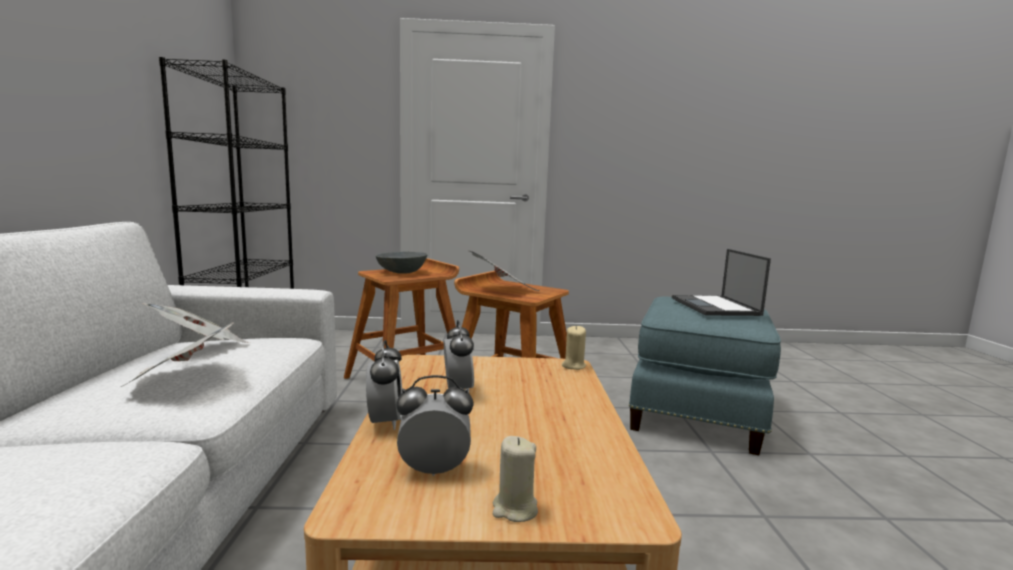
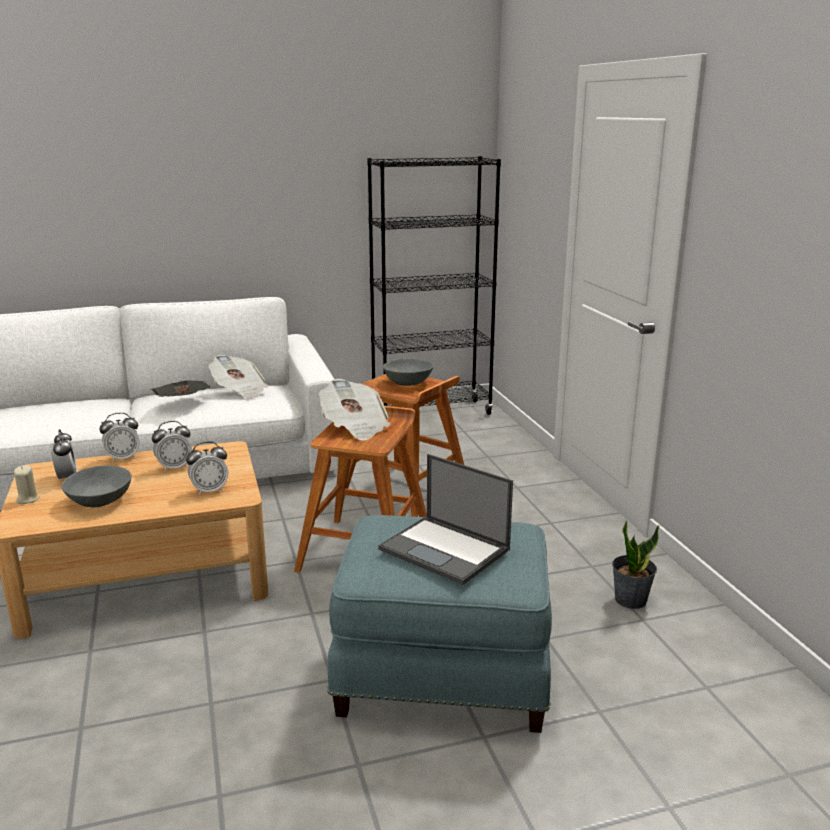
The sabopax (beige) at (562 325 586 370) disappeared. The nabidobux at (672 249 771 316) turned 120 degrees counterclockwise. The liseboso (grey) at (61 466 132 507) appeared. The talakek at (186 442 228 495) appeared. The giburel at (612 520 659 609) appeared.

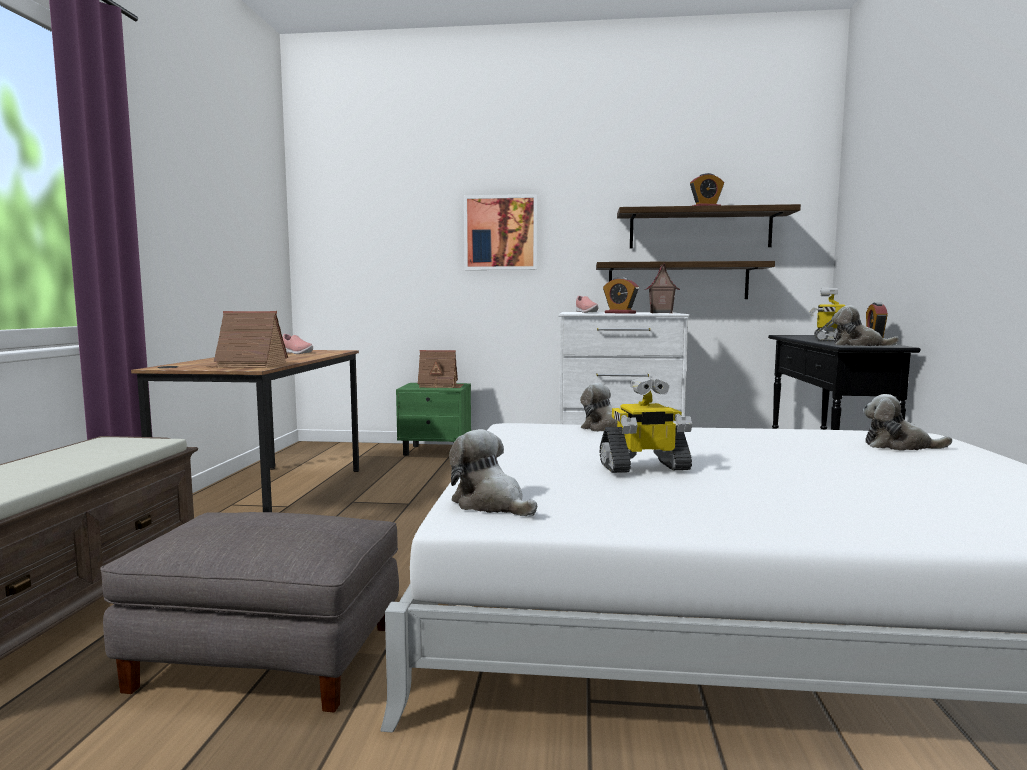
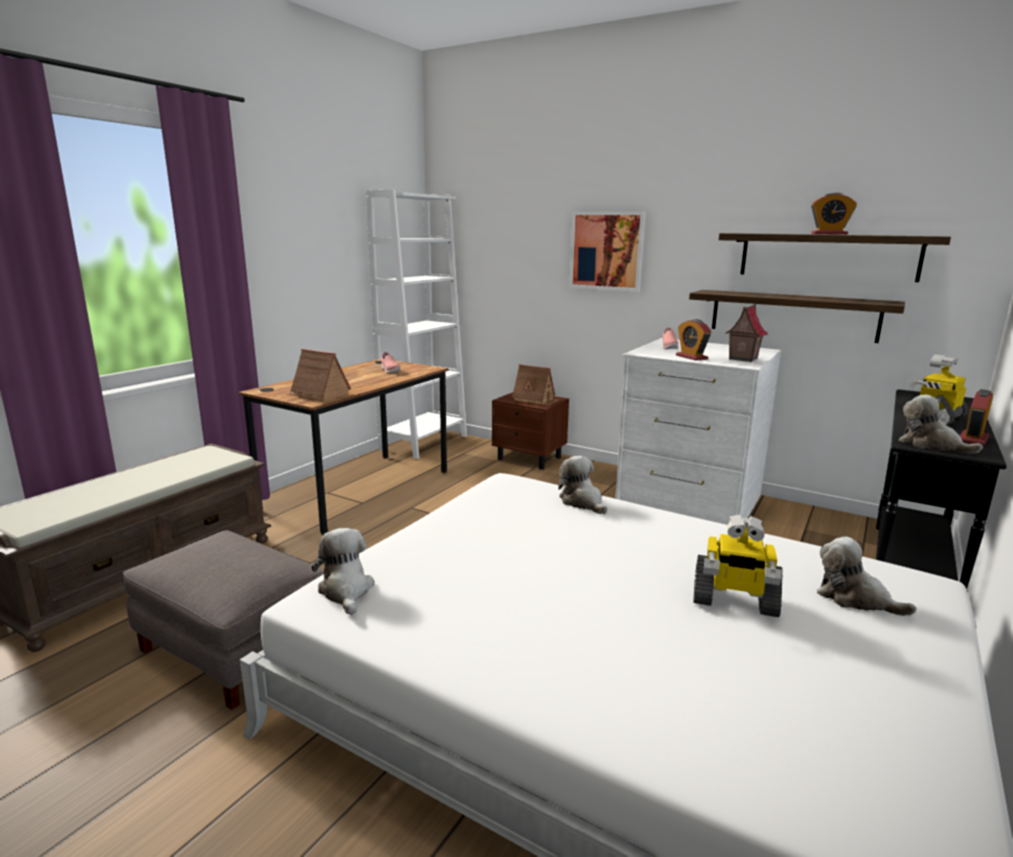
The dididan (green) at (396 383 471 456) became the dididan (brown) at (492 392 569 469). The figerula moved from (600 377 692 473) to (693 514 783 617). The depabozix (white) at (366 190 467 459) appeared.

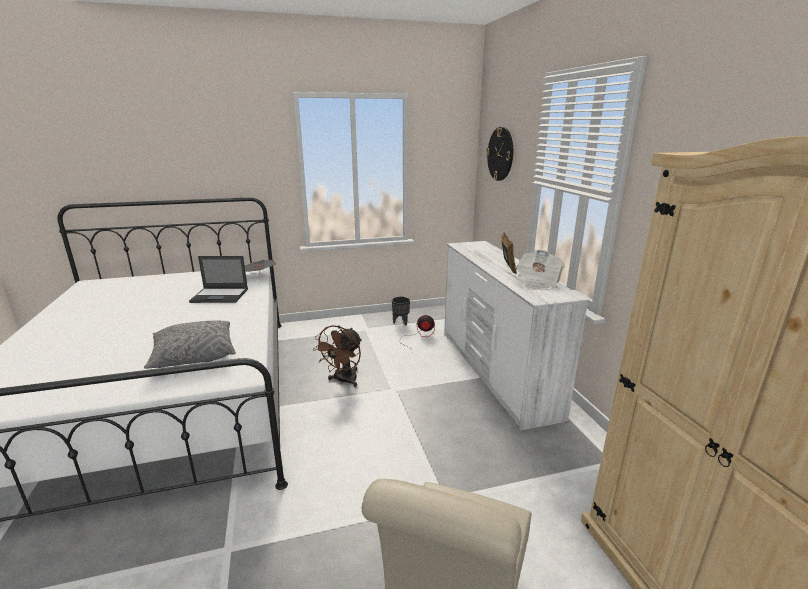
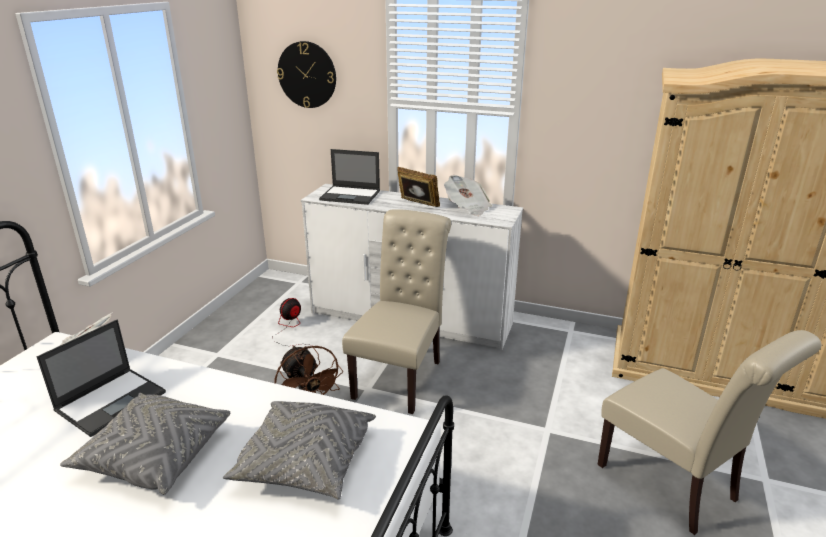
The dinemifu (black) at (392 297 410 325) disappeared. The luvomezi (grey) at (60 393 230 495) appeared. The nabidobux at (319 149 380 205) appeared. The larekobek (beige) at (342 209 451 414) appeared.

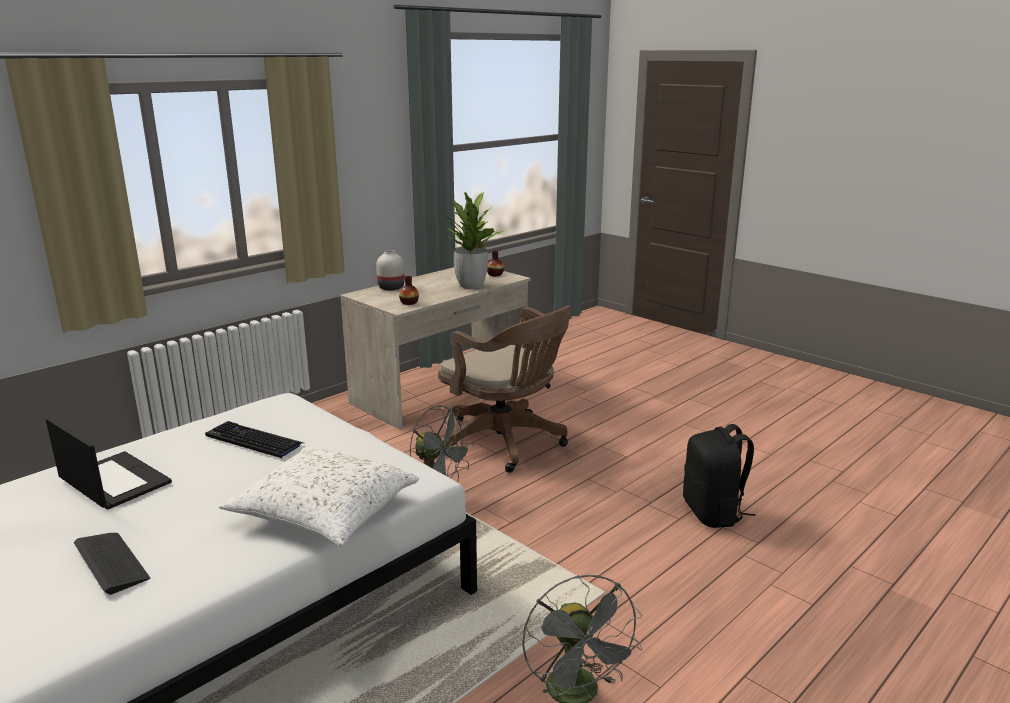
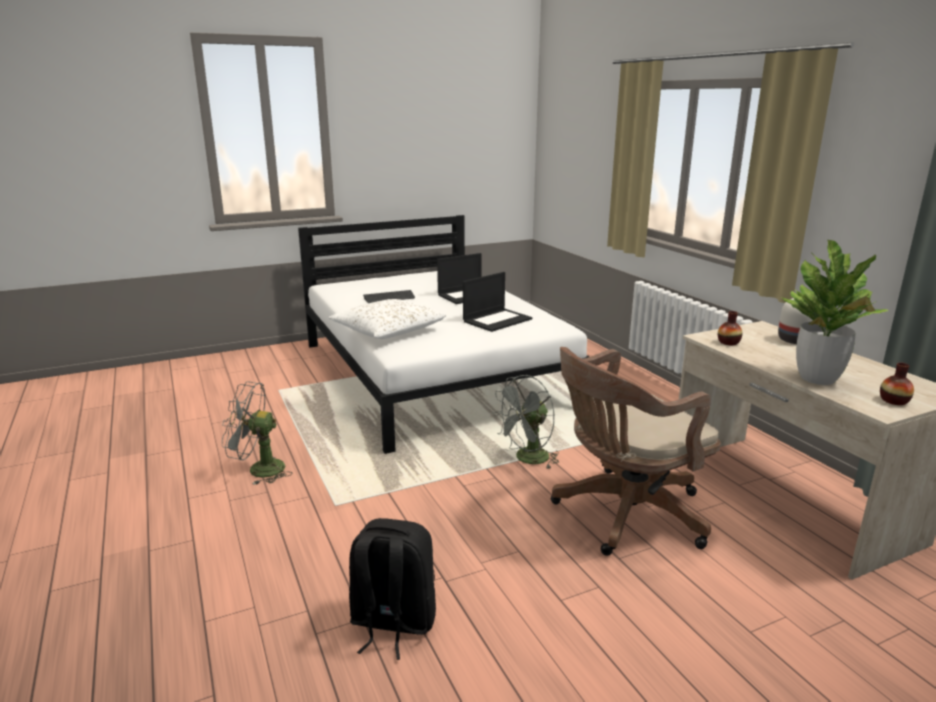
The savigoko at (205 421 304 458) was replaced by the nabidobux at (463 272 532 332).

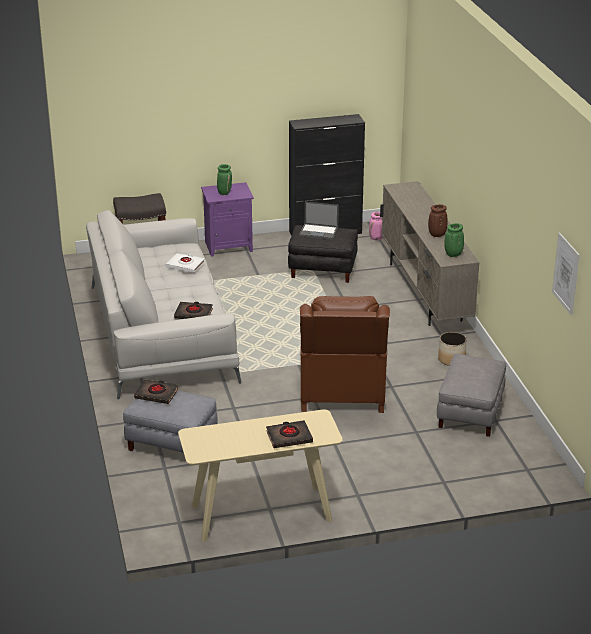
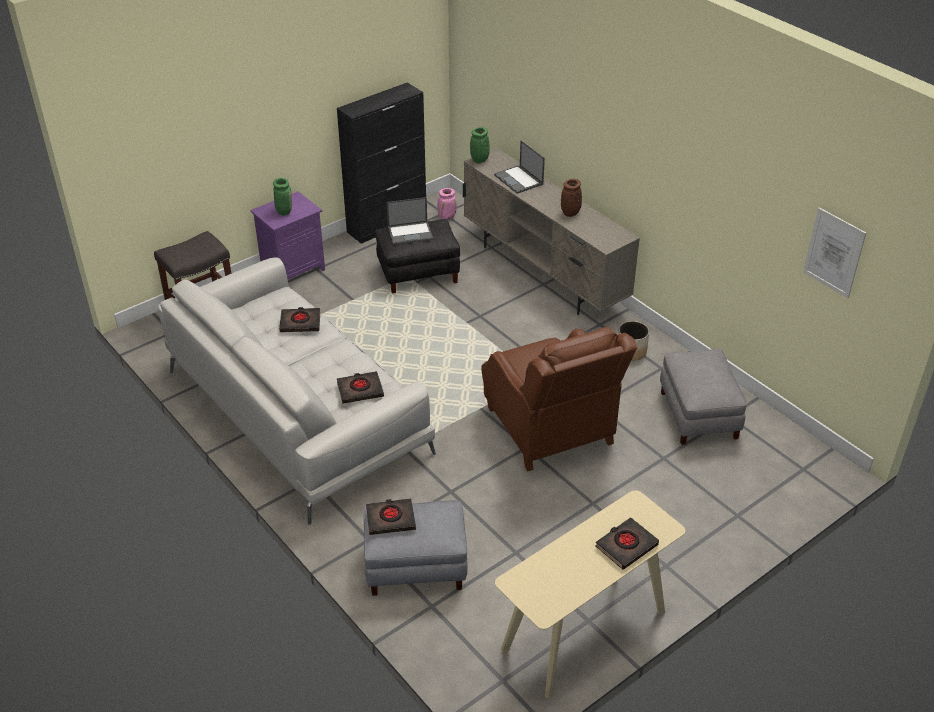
The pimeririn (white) at (166 253 205 273) became the pimeririn (black) at (279 307 320 332). The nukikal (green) moved from (444 223 464 257) to (470 127 490 163). The nabidobux at (494 141 545 194) appeared.

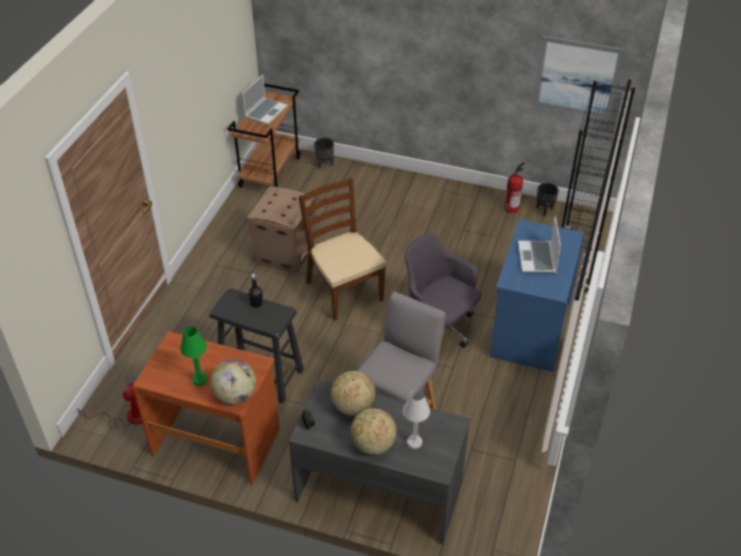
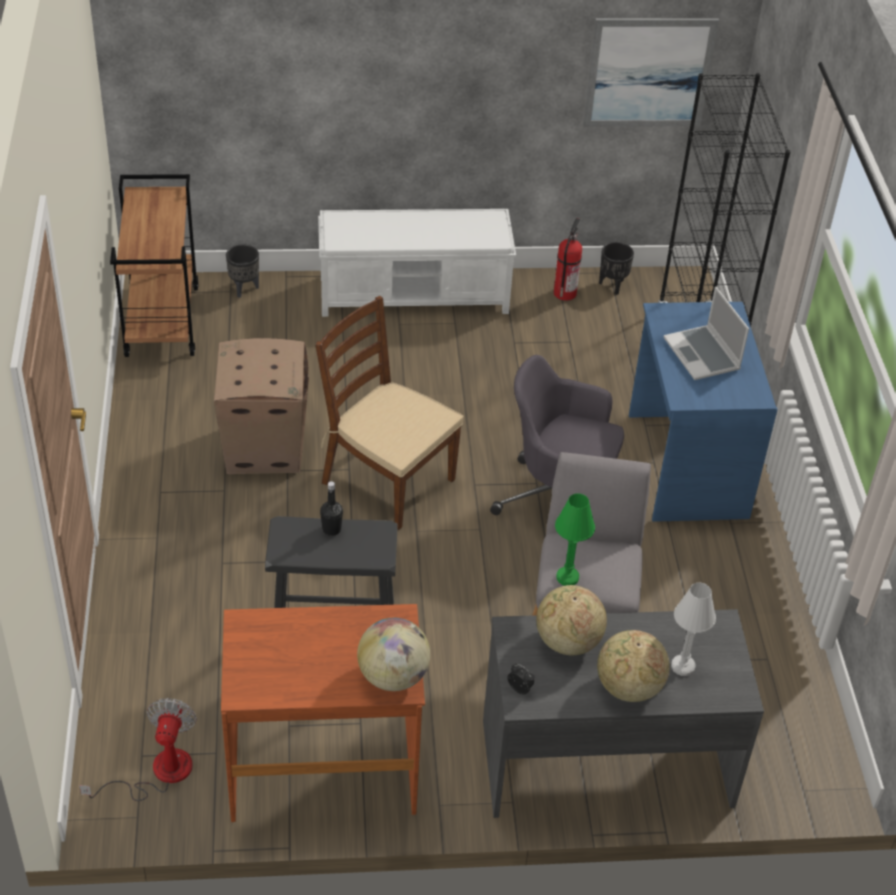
The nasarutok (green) moved from (180 326 207 386) to (555 493 595 586). The nabidobux at (242 75 288 124) disappeared. The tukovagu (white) at (318 209 516 317) appeared.

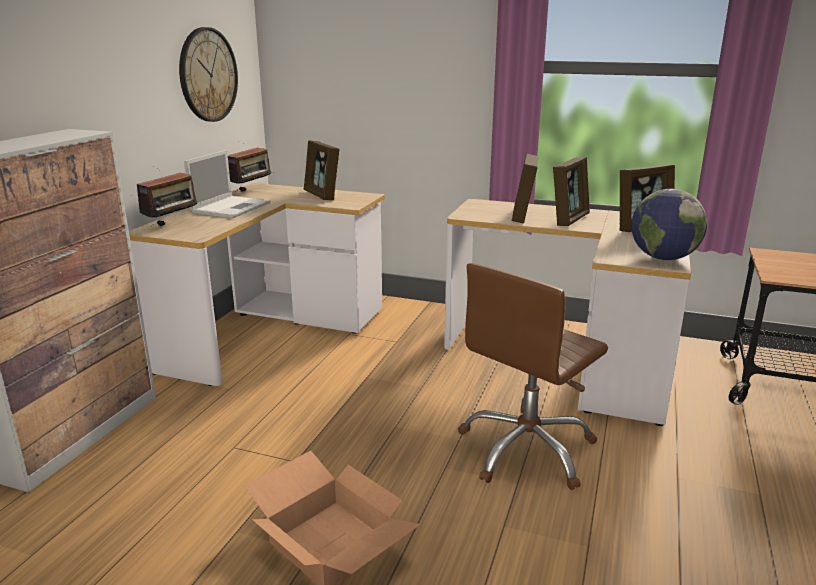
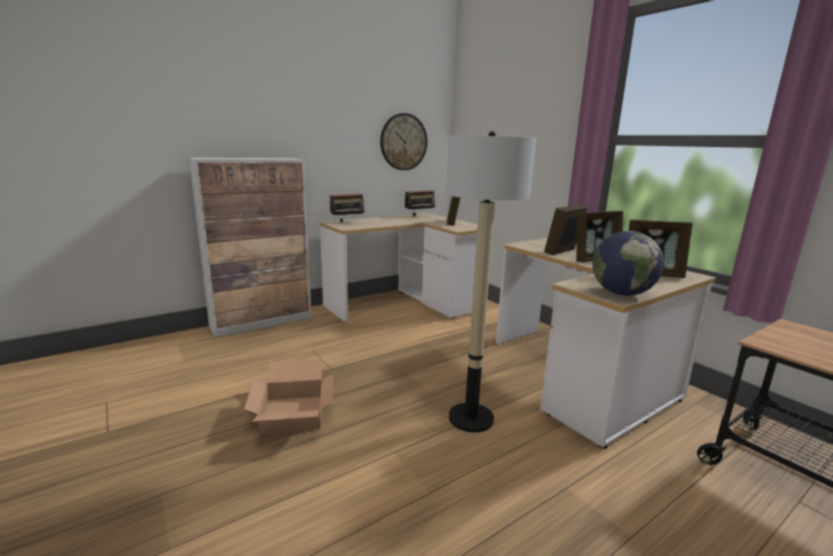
The nabidobux at (184 150 270 218) disappeared. The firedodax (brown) at (458 263 608 490) was replaced by the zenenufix at (446 131 536 433).

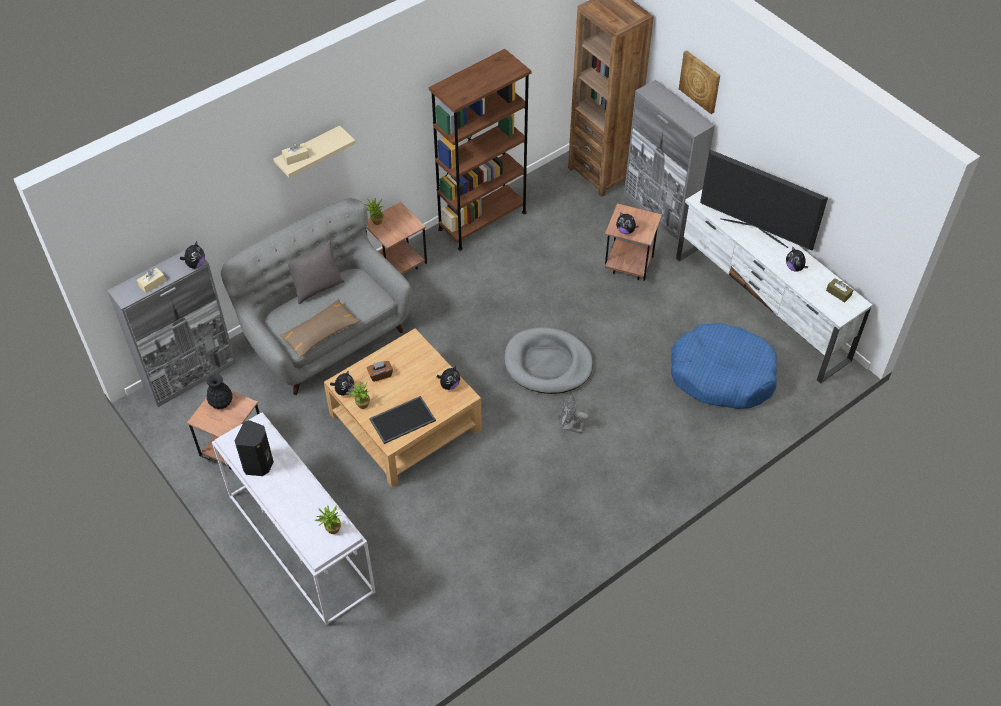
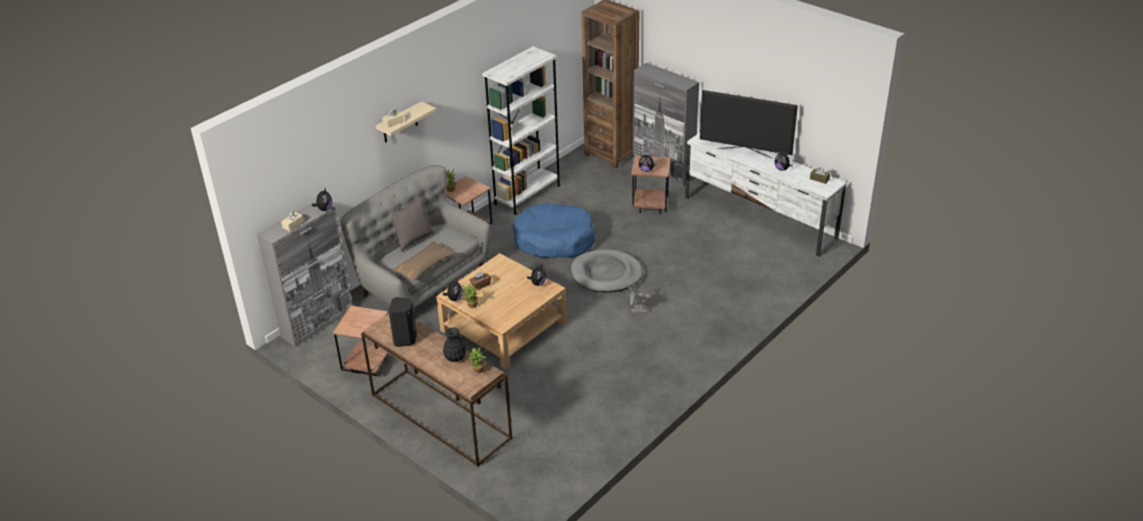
The nukikal (black) moved from (206 374 232 409) to (443 327 466 362). The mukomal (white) at (212 412 376 626) became the mukomal (brown) at (361 314 512 467). The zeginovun at (369 396 436 444) disappeared. The depabozix (brown) at (429 49 531 251) became the depabozix (white) at (482 46 561 215). The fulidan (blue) moved from (671 323 777 409) to (513 203 595 258). The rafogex at (679 50 720 114) disappeared.

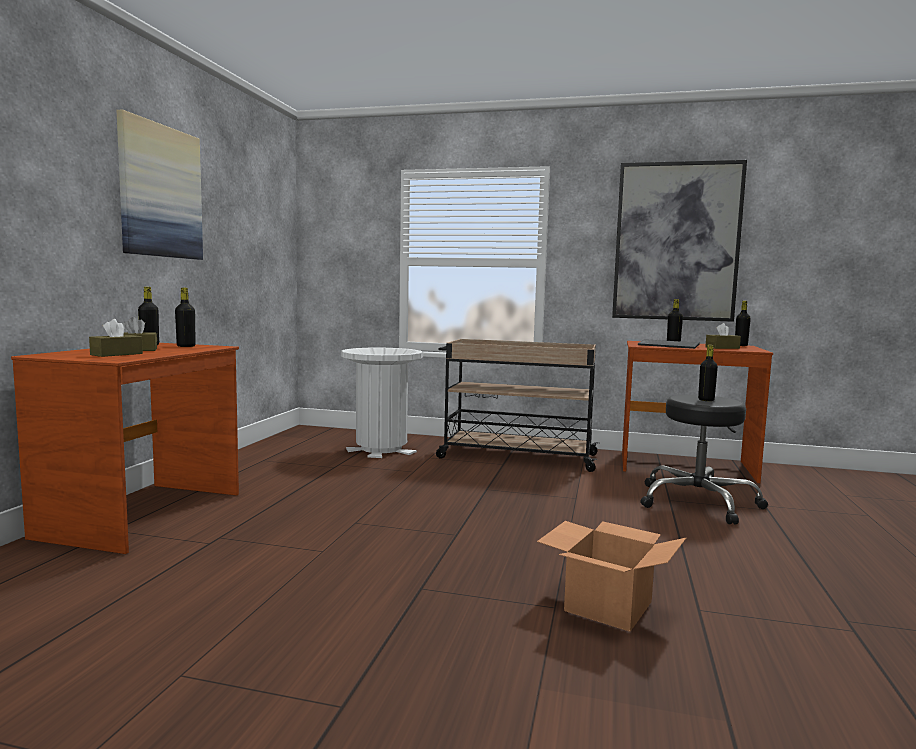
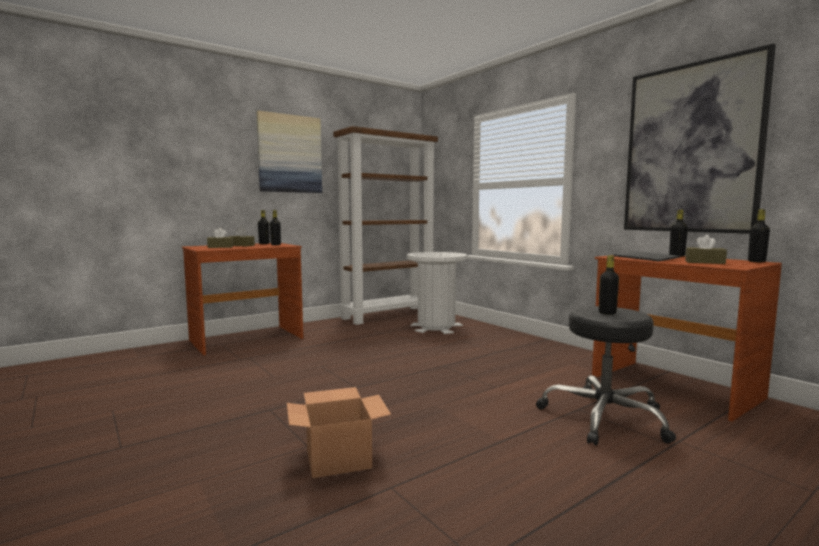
The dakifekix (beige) at (436 339 599 472) disappeared. The depabozix (brown) at (333 126 438 325) appeared.

